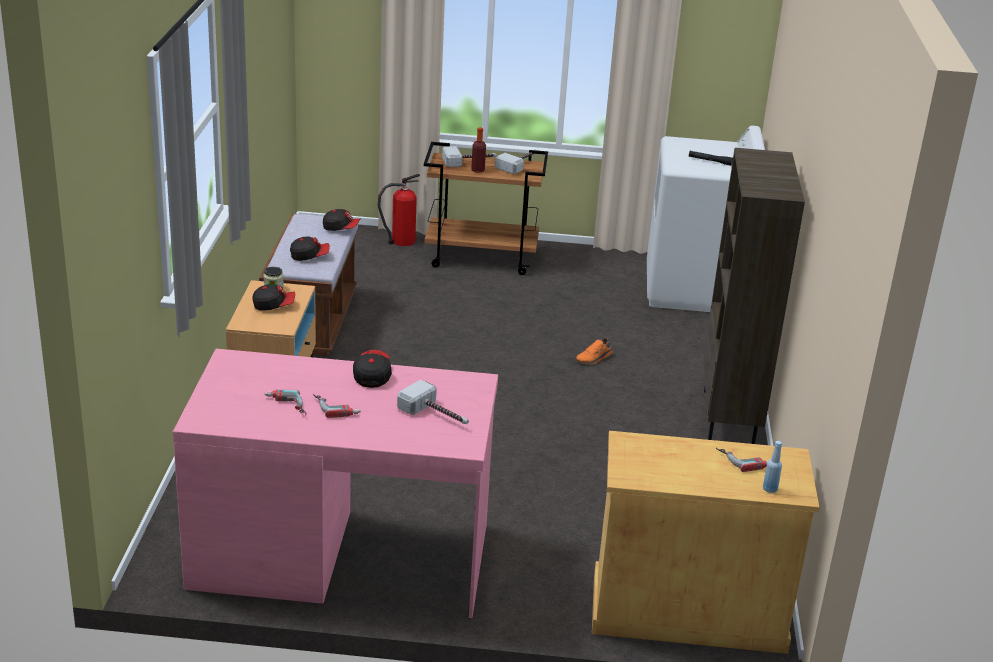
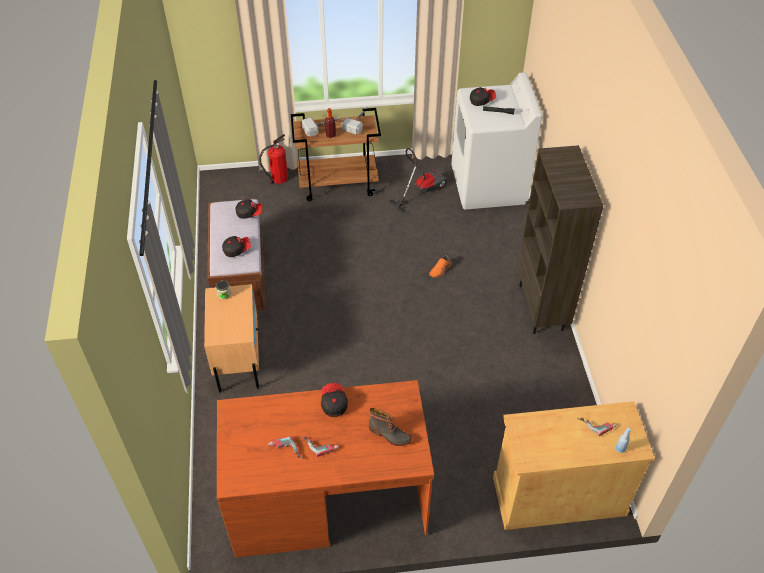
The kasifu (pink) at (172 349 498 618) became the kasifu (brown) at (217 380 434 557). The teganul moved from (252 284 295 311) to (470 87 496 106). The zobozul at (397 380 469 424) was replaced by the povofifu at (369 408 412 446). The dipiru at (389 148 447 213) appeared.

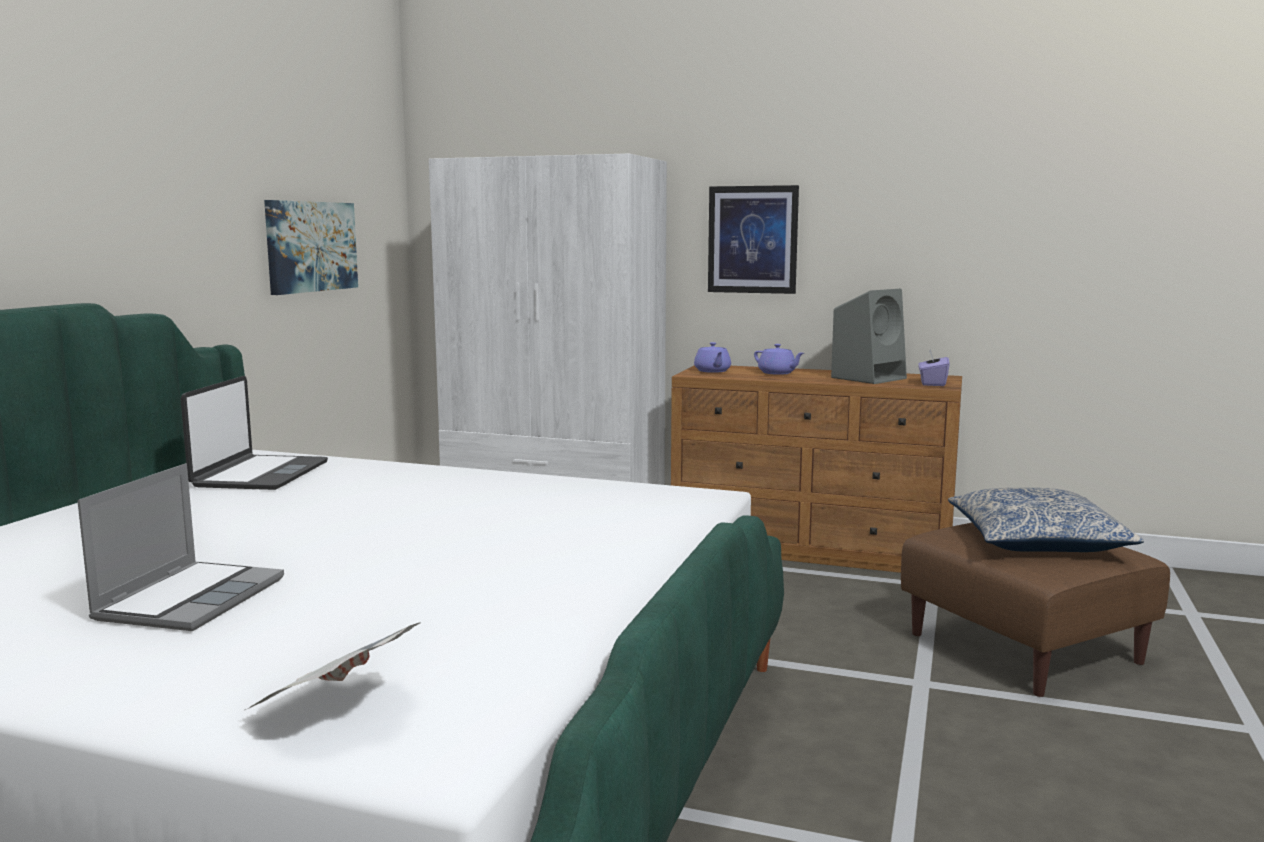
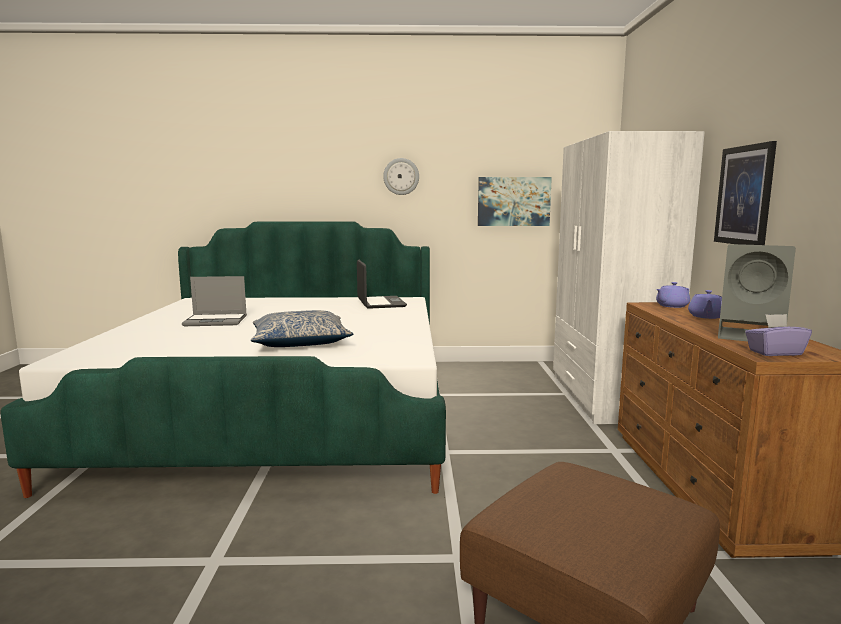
The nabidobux at (181 376 328 490) turned 90 degrees counterclockwise. The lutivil at (245 622 421 710) disappeared. The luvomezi moved from (948 488 1144 552) to (251 310 353 347). The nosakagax at (383 158 419 195) appeared.

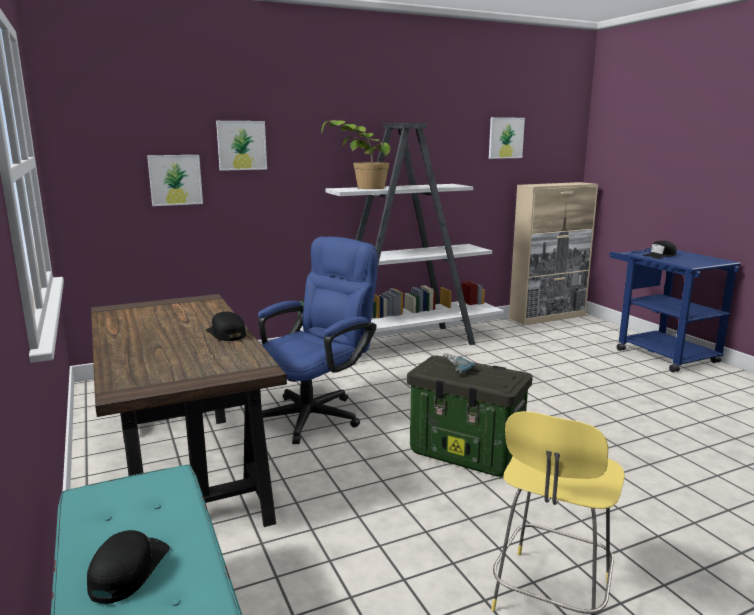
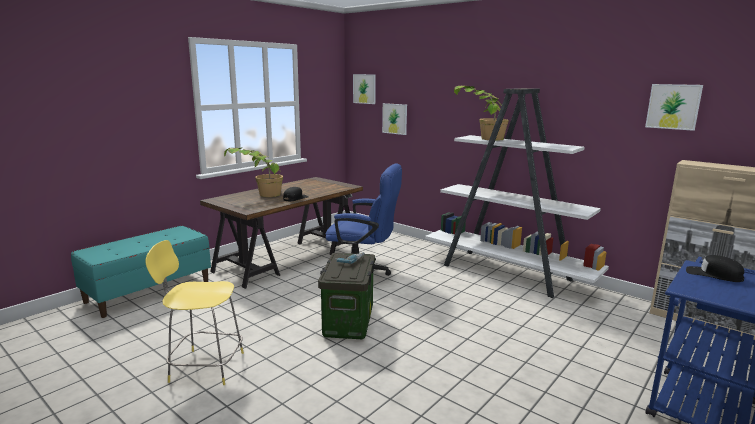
The teganul (black) at (87 530 170 604) disappeared. The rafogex moved from (216 121 267 171) to (353 74 376 104). The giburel at (224 147 283 197) appeared.

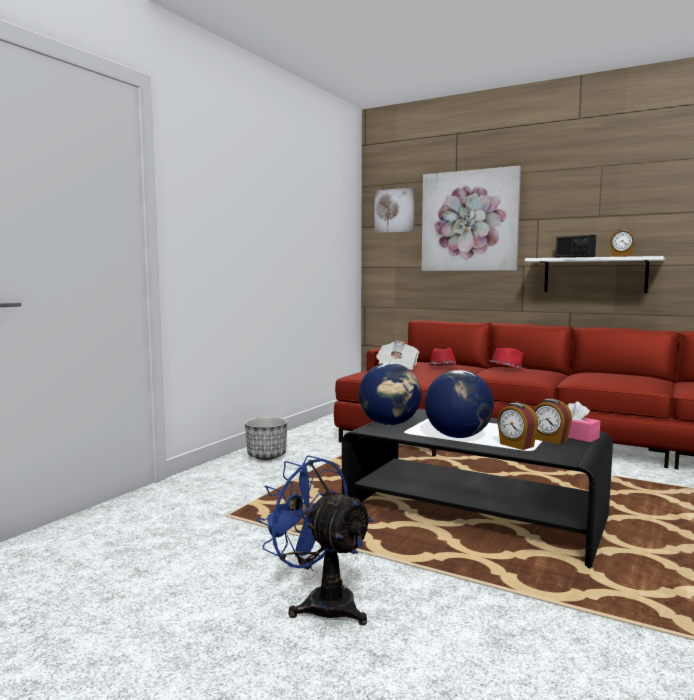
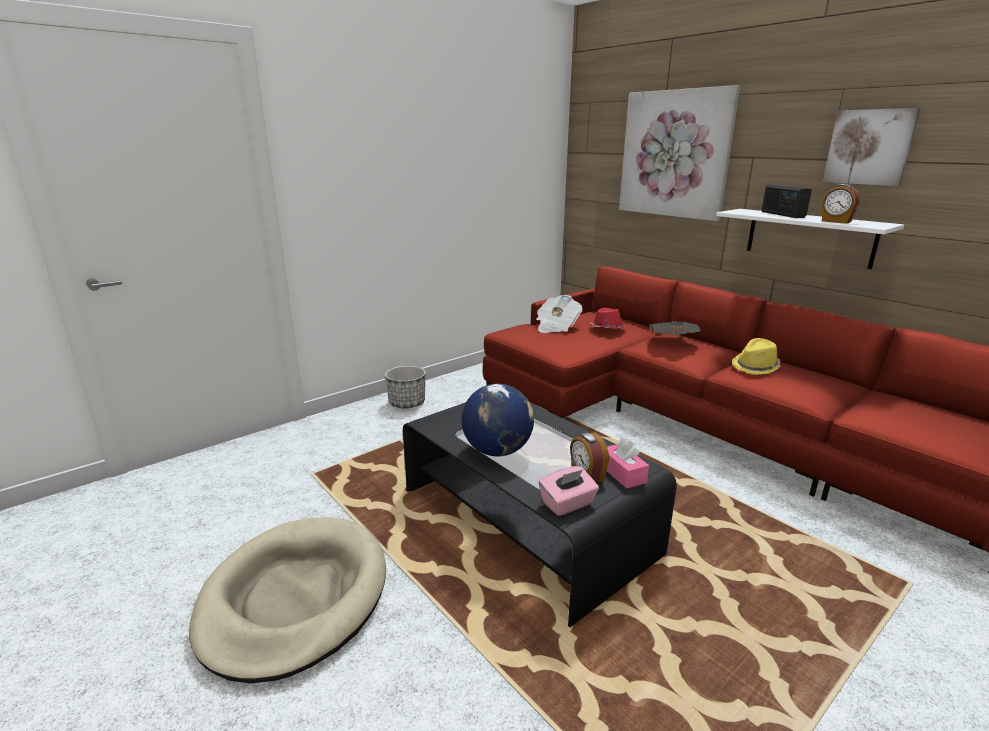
The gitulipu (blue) at (256 455 374 625) was replaced by the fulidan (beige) at (189 518 386 684). The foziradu at (358 363 421 426) disappeared. The rafogex moved from (374 187 415 233) to (823 108 921 186). The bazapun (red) at (489 348 526 369) was replaced by the lutivil at (649 322 701 335). The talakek at (497 403 538 450) disappeared. The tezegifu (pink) at (538 466 599 516) appeared. The bazapun (yellow) at (732 338 781 375) appeared.

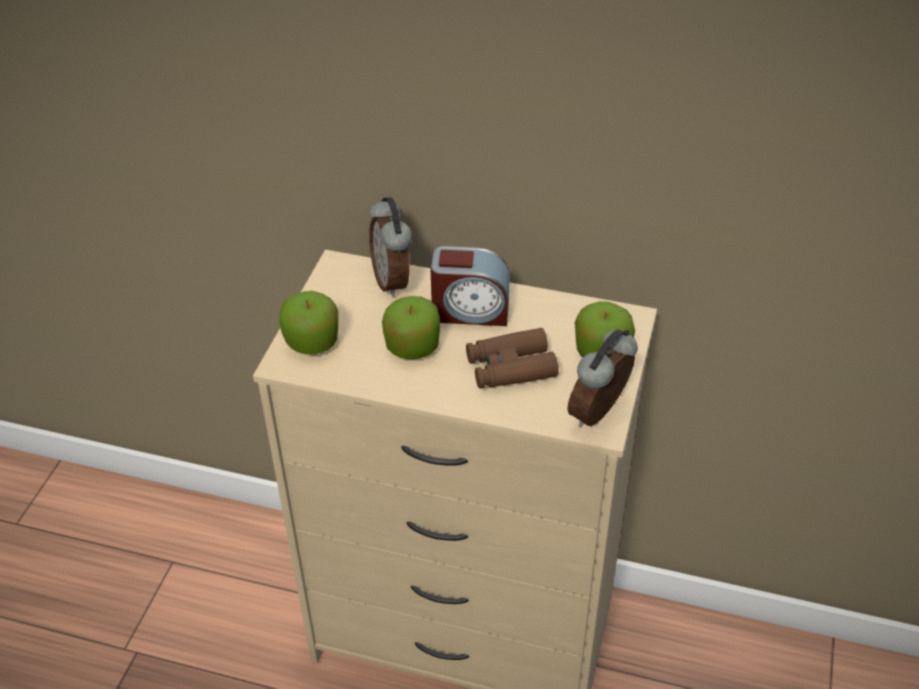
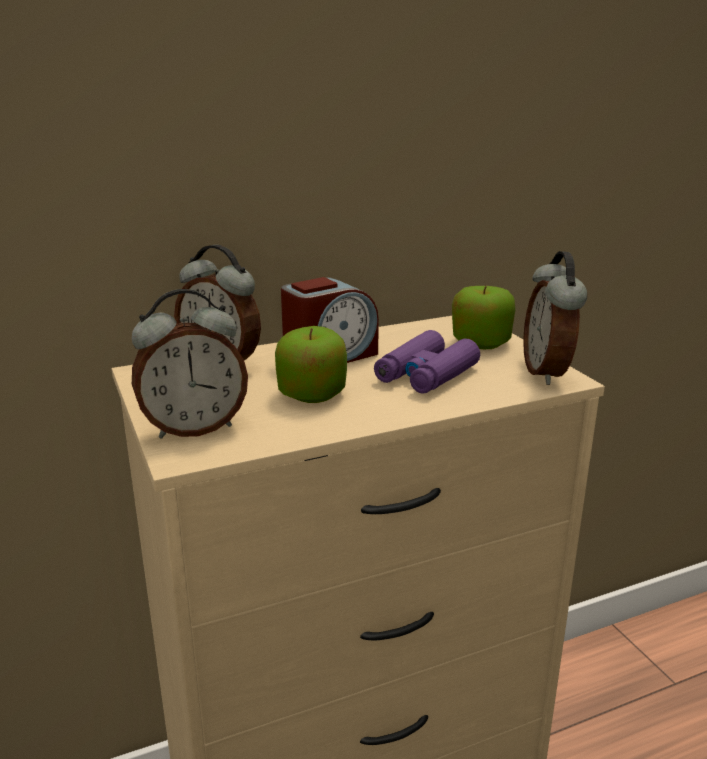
The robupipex at (279 291 338 354) was replaced by the talakek at (132 289 248 439). The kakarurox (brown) at (466 328 559 389) became the kakarurox (purple) at (374 330 480 394).

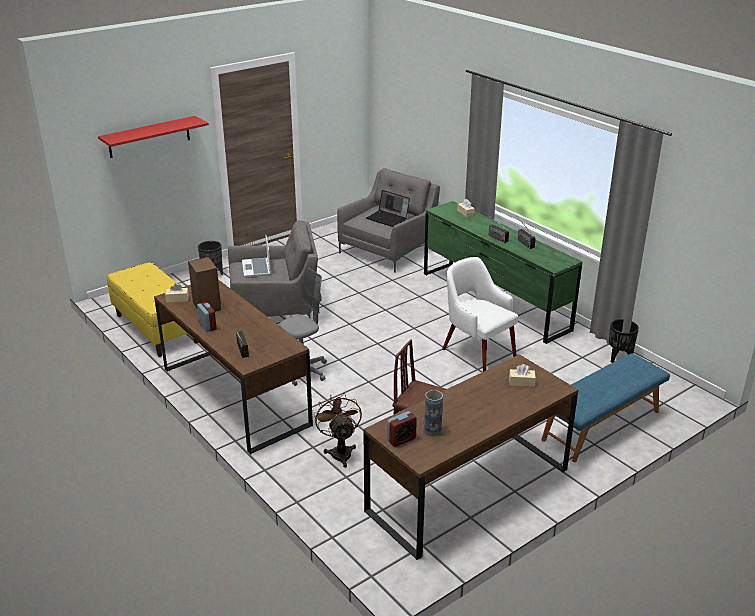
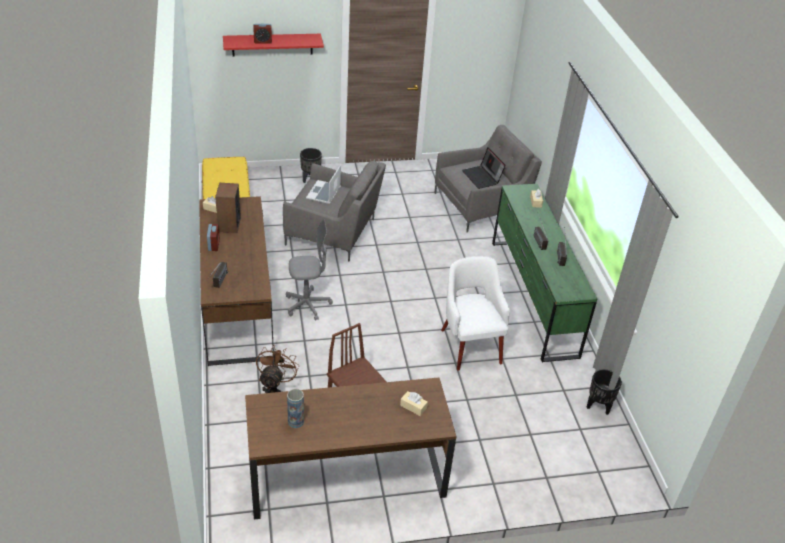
The talakek moved from (387 411 417 447) to (253 23 272 44). The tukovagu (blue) at (542 354 670 462) disappeared.

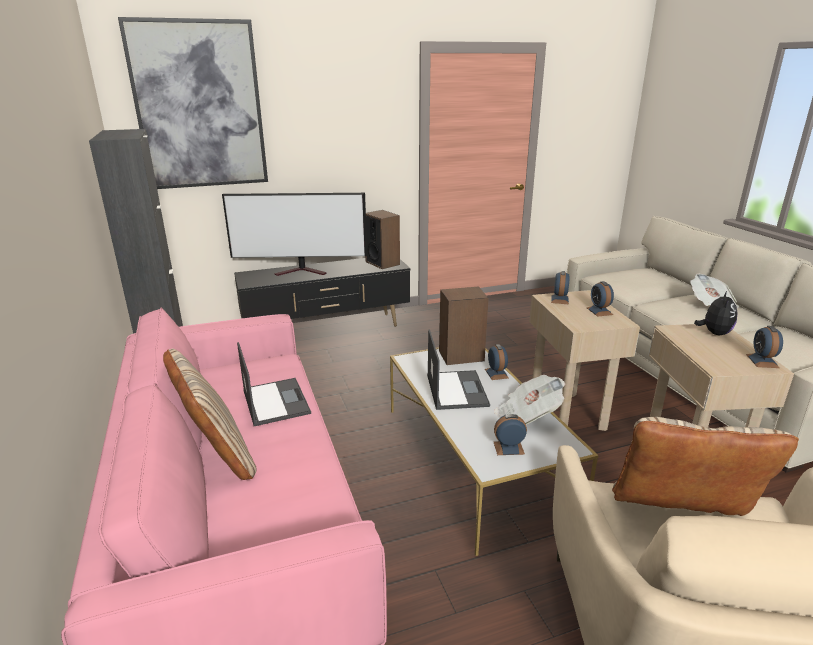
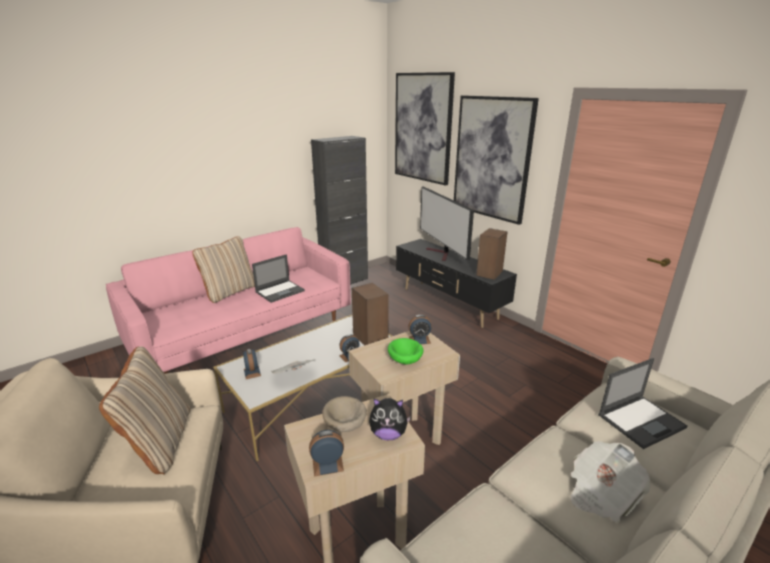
The nabidobux moved from (427 329 490 410) to (598 358 687 449). The talakek at (587 281 614 317) was replaced by the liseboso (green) at (388 338 424 364). The liseboso (beige) at (322 396 367 432) appeared. The rafogex at (454 95 539 225) appeared.

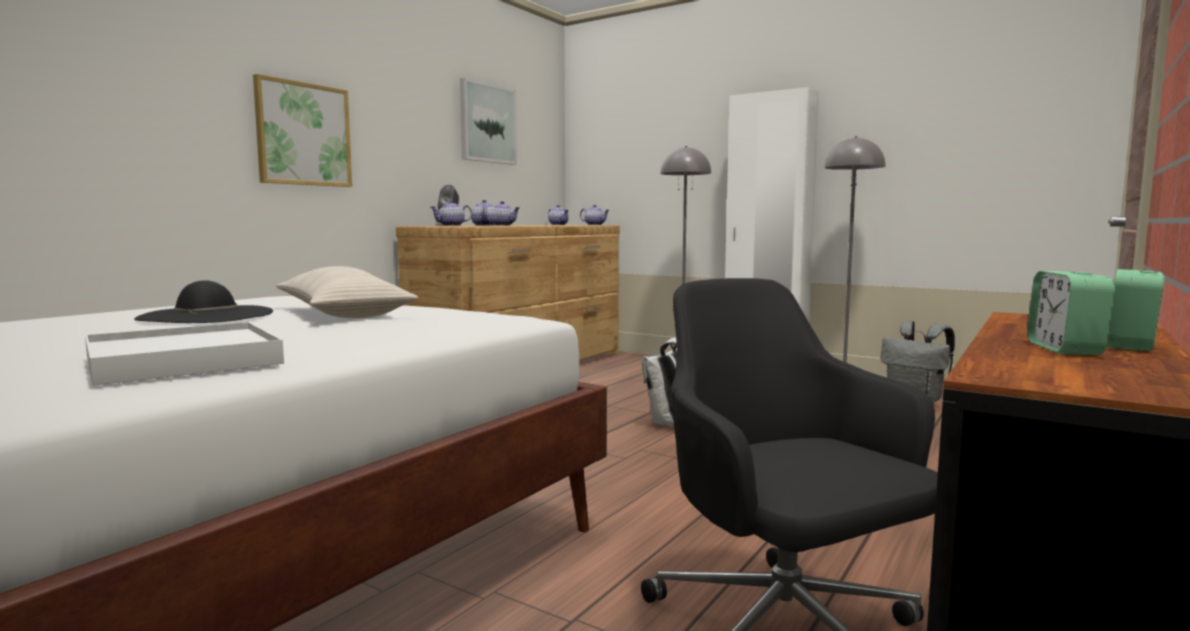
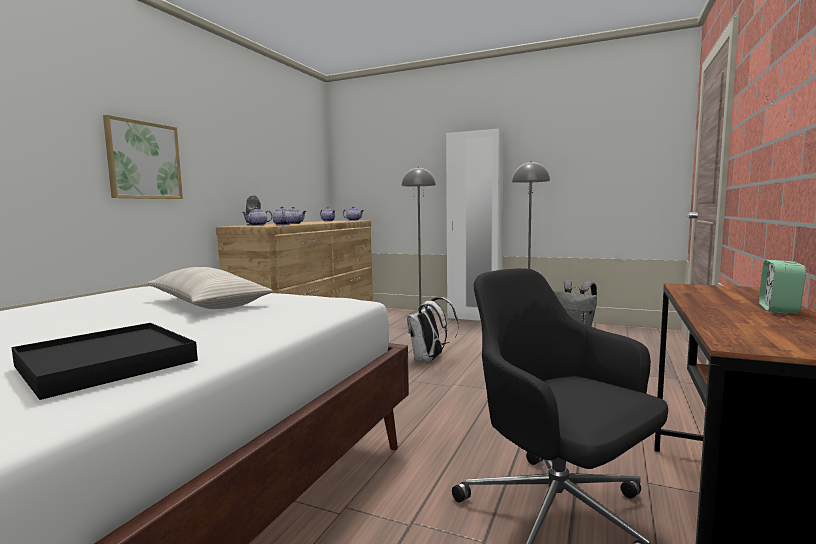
The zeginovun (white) at (85 322 284 386) became the zeginovun (black) at (11 323 198 400). The bazapun (black) at (134 280 273 323) disappeared. The rafogex at (460 78 517 165) disappeared. The talakek at (1027 271 1115 355) disappeared.

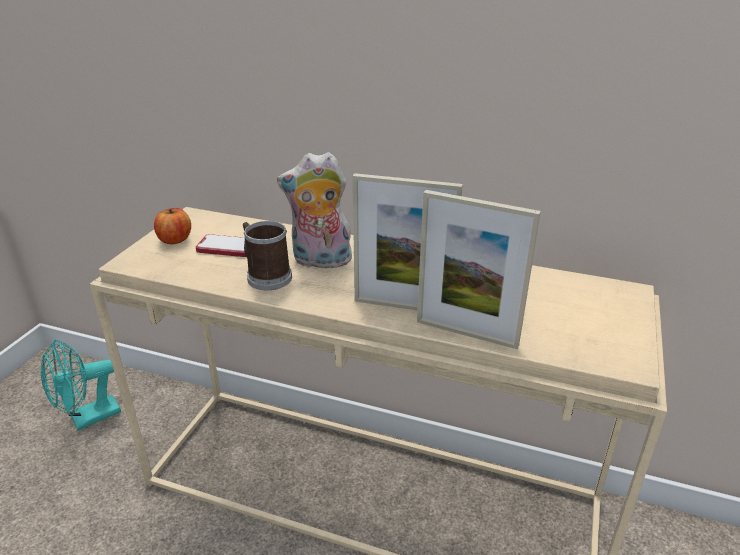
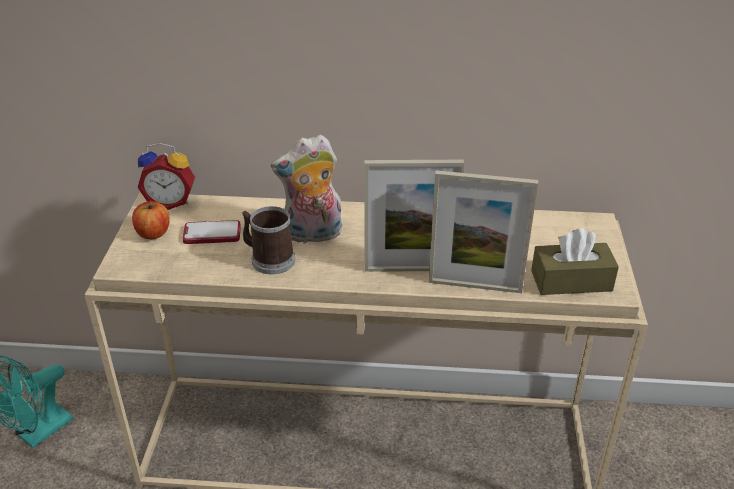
The talakek at (138 143 195 210) appeared. The tezegifu (brown) at (531 228 619 295) appeared.

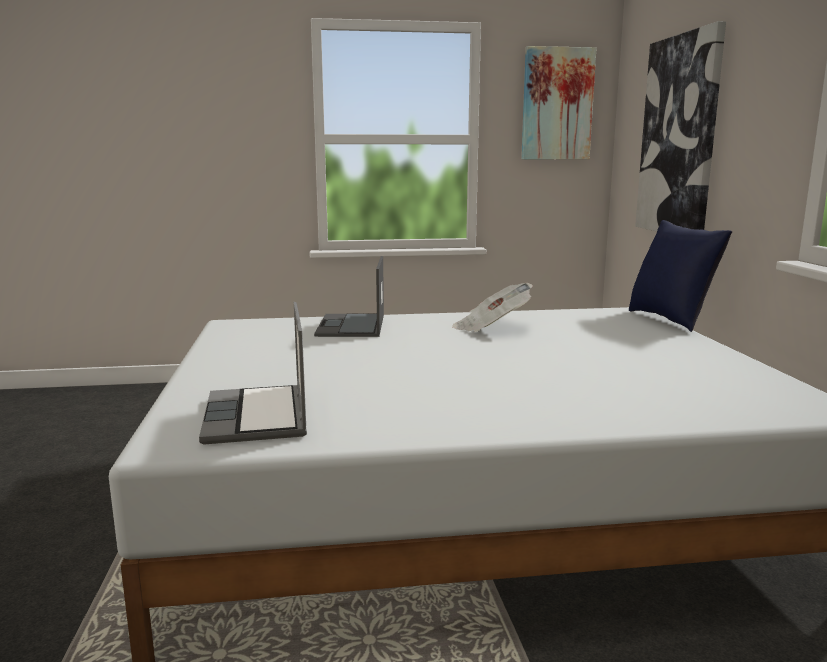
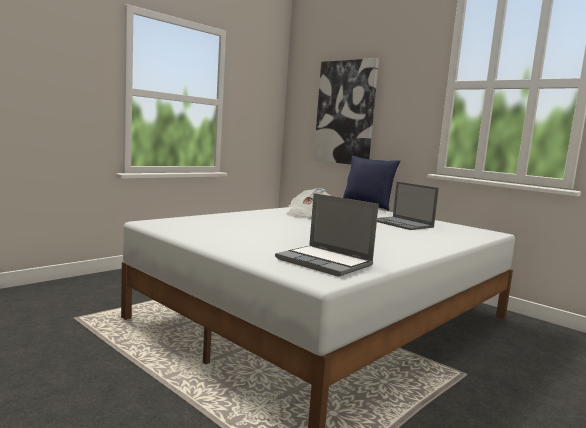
The nabidobux moved from (314 256 384 337) to (377 182 439 230). The rafogex at (521 46 596 159) disappeared.

